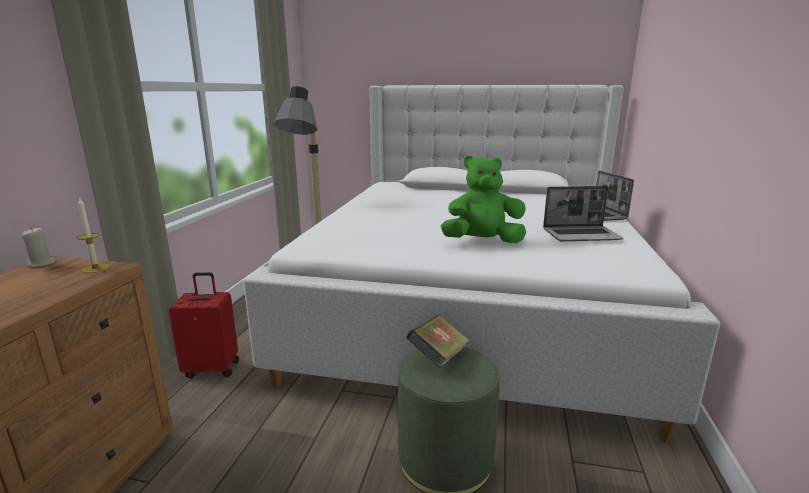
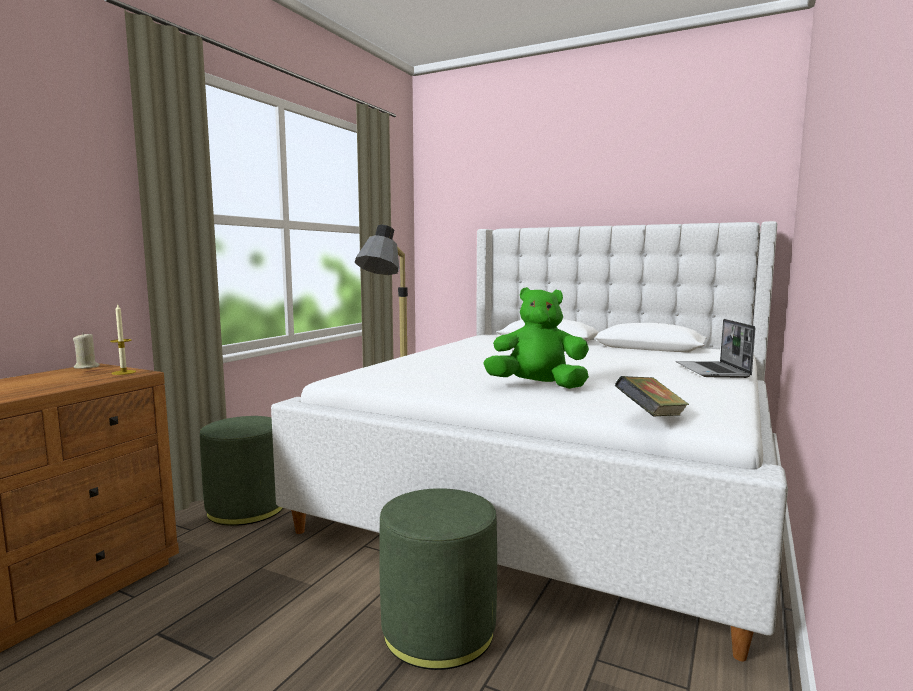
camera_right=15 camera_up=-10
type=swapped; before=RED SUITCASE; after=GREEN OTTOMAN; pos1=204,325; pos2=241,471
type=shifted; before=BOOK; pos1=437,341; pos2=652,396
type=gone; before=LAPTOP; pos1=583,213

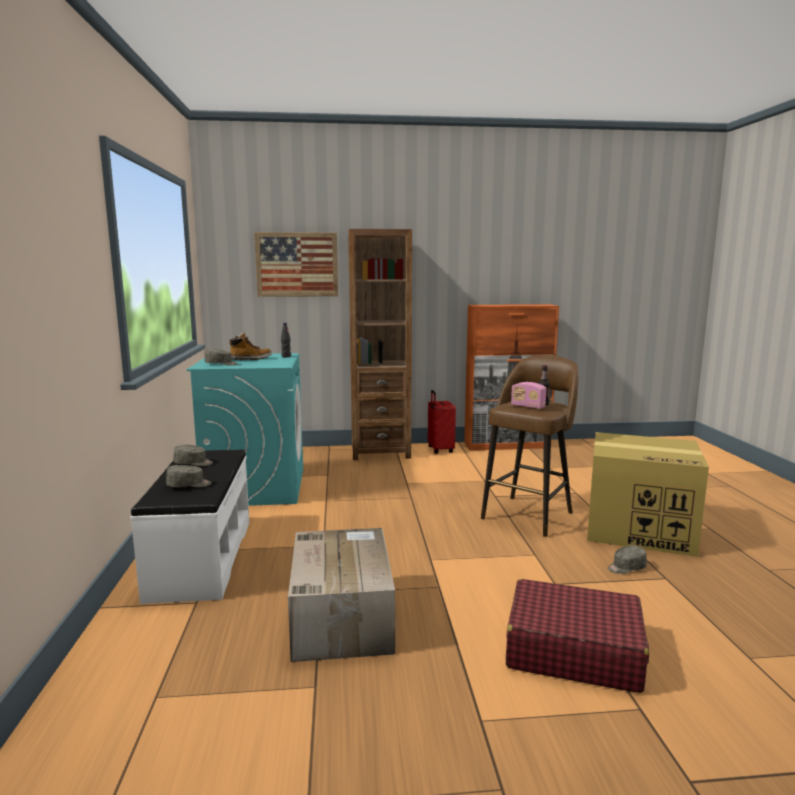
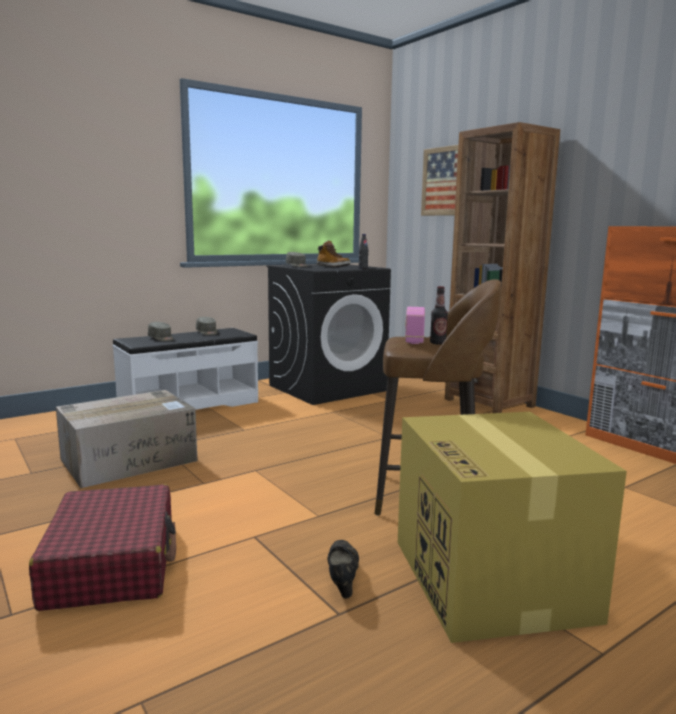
camera_right=60 camera_up=0
type=repainted; before=TURQUOISE WASHING MACHINE; after=BLACK WASHING MACHINE; pos1=245,429; pos2=329,334
type=swapped; before=GREY CAP; after=BLACK SHOE; pos1=627,560; pos2=343,569
type=gone; before=RED SUITCASE; pos1=442,422

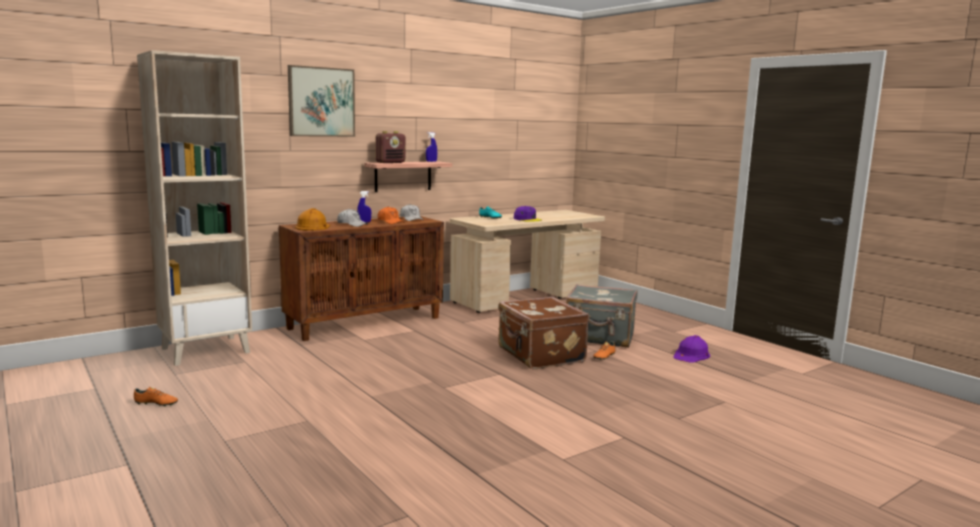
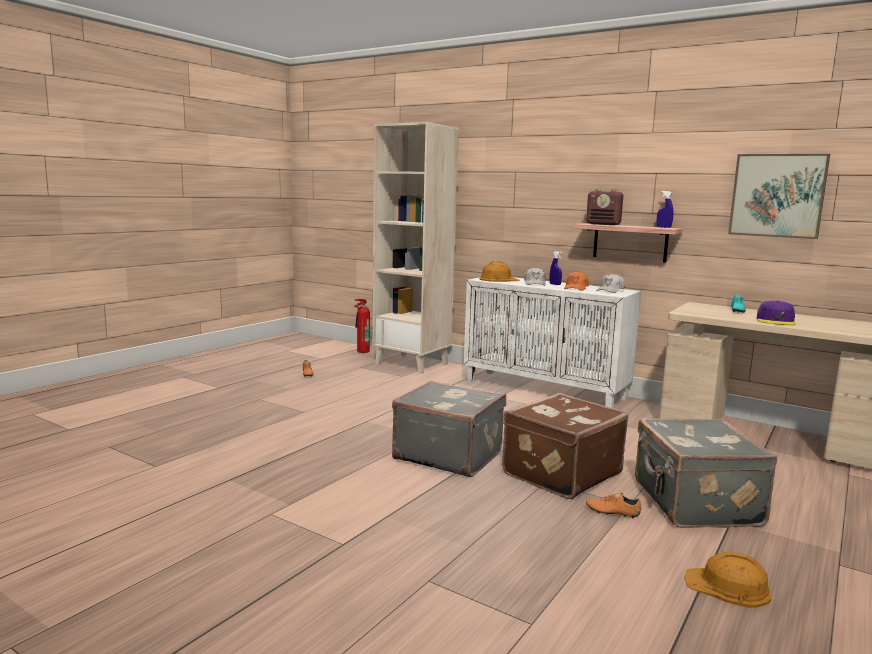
camera_right=70 camera_up=0
type=new; after=FIRE EXTINGUISHER; pos2=362,326
type=new; after=GREY SUITCASE; pos2=449,429
type=repainted; before=BROWN CABINET; after=WHITE CABINET; pos1=361,278; pos2=552,342
type=repainted; before=PURPLE HARD HAT; after=ORANGE HARD HAT; pos1=692,349; pos2=728,580
type=shifted; before=PICTURE; pos1=321,101; pos2=779,196

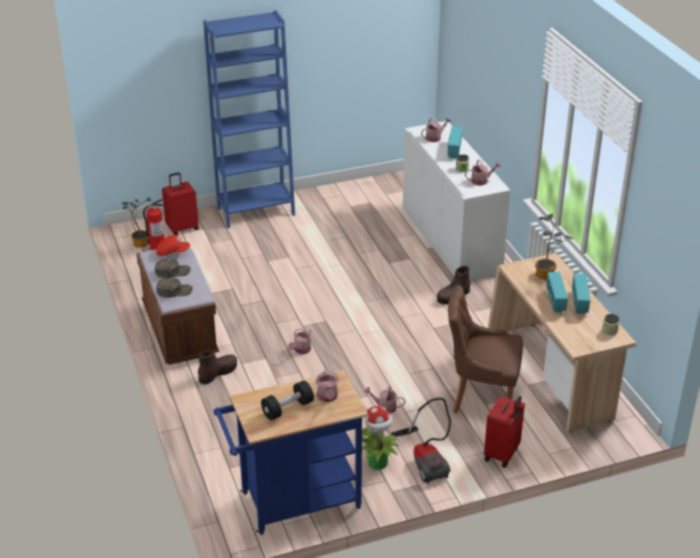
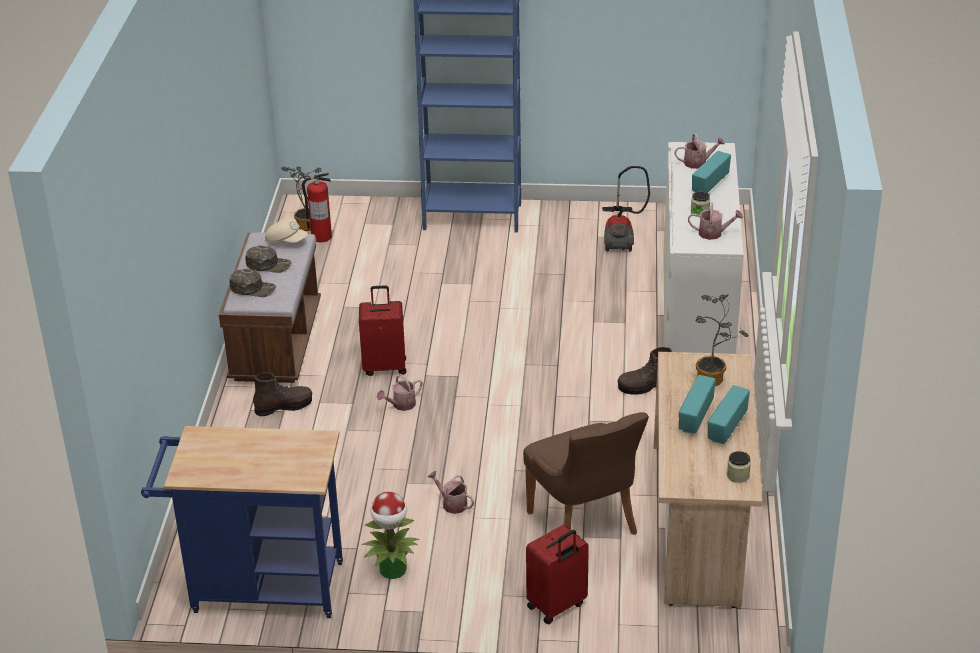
camera_right=25 camera_up=0
type=repainted; before=RED CAP; after=BEIGE CAP; pos1=173,245; pos2=286,230
type=shifted; before=RED SUITCASE; pos1=180,203; pos2=382,330
type=rotated; before=BROWN CHAIR; pos1=485,349; pos2=586,473; turn=-150
type=shifted; before=VACUUM CLEANER; pos1=421,441; pos2=626,209
type=gone; before=BLACK DUMBBELL; pos1=287,400
type=gone; before=WATERING CAN; pos1=327,385

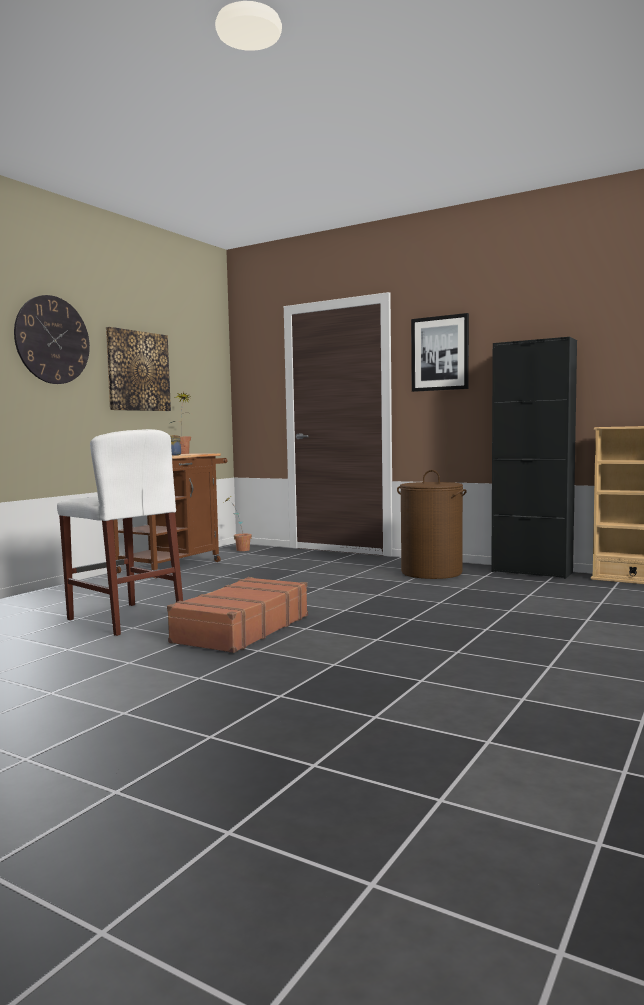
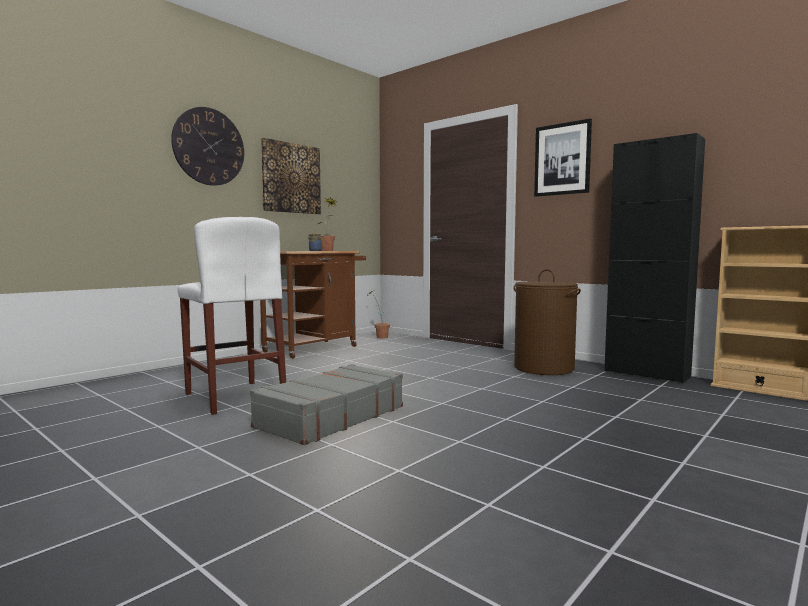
camera_right=10 camera_up=0
type=repainted; before=BROWN SUITCASE; after=GREY SUITCASE; pos1=237,615; pos2=326,404

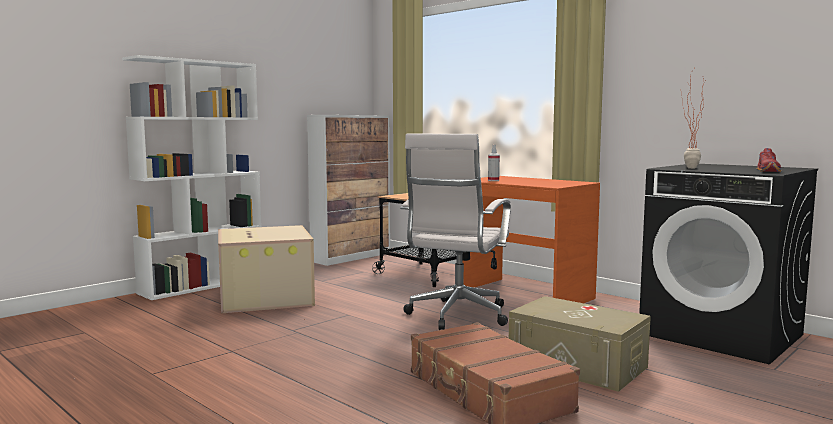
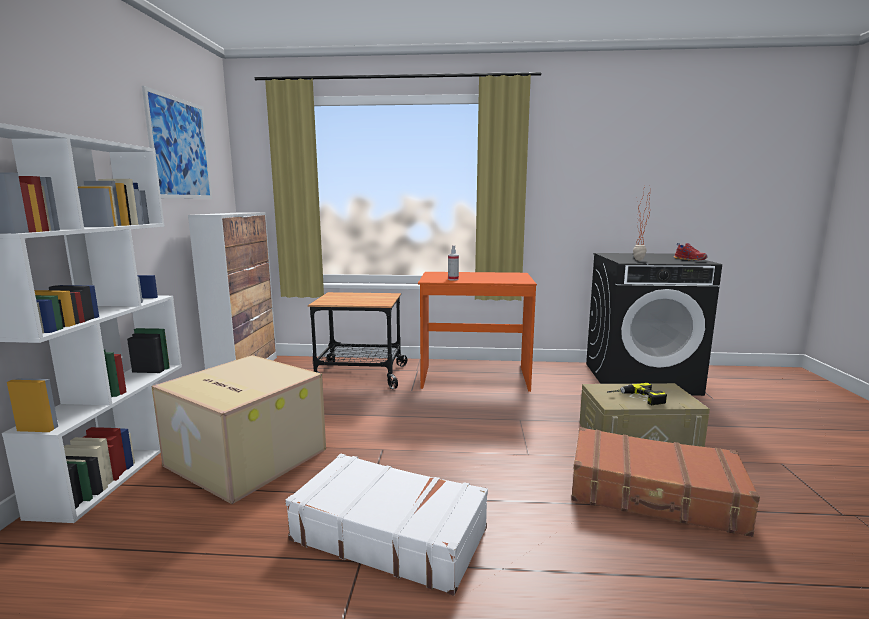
camera_right=-40 camera_up=5
type=new; after=PICTURE; pos2=177,142
type=new; after=WHITE SUITCASE; pos2=386,525
type=new; after=POWER DRILL; pos2=637,394
type=gone; before=WHITE OFFICE CHAIR; pos1=455,231

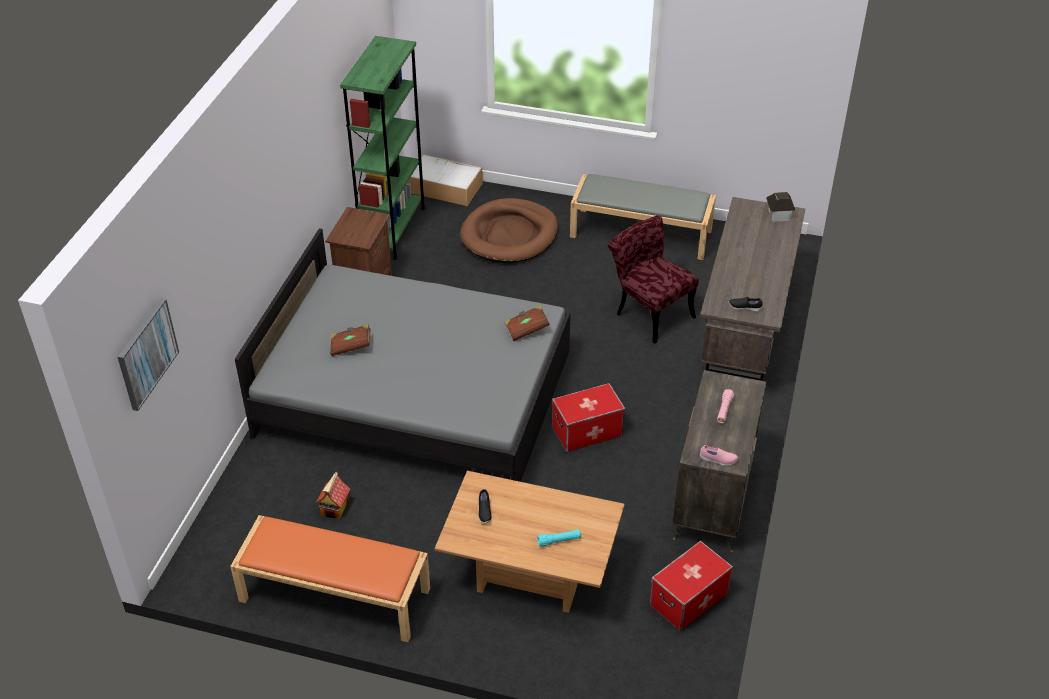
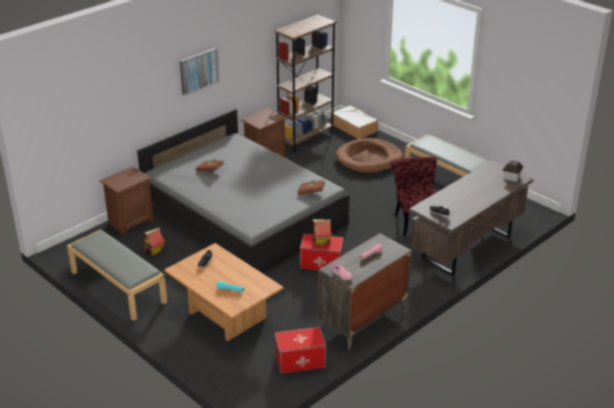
camera_right=30 camera_up=-10
type=repainted; before=ORANGE BENCH; after=GREY BENCH; pos1=330,578; pos2=117,275
type=new; after=BROWN NIGHTSTAND; pos2=126,201
type=shifted; before=PICTURE; pos1=148,354; pos2=199,71
type=repainted; before=GREEN BOOKCASE; after=BROWN BOOKCASE; pos1=383,148; pos2=305,84
type=new; after=TOY HOUSE; pos2=322,232

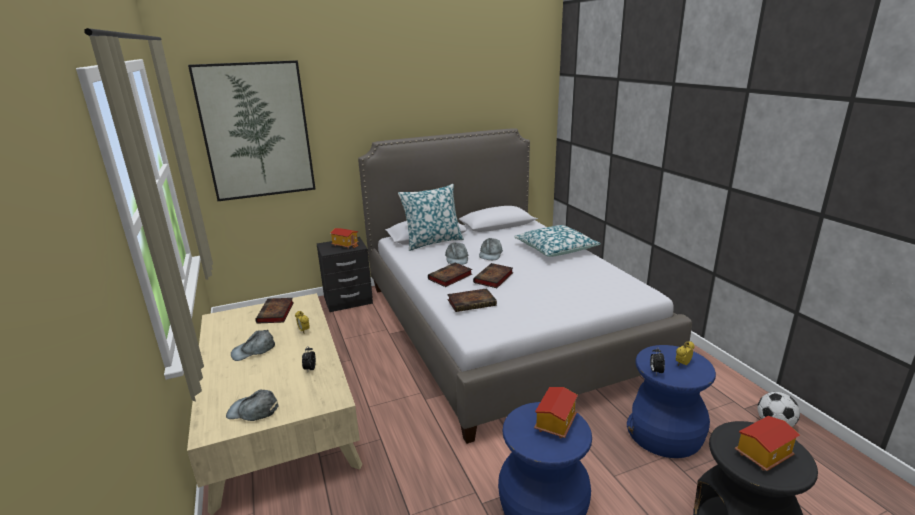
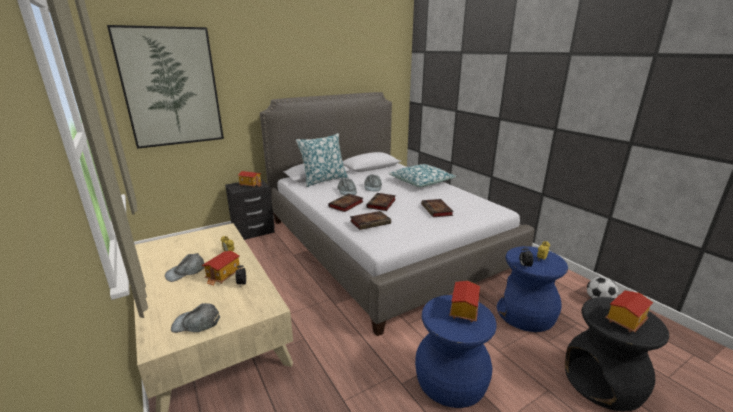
camera_right=-10 camera_up=0
type=new; after=TOY HOUSE; pos2=222,268
type=shifted; before=BOOK; pos1=274,311; pos2=437,208

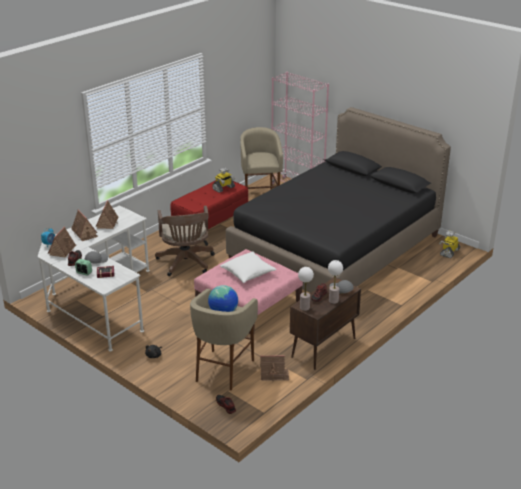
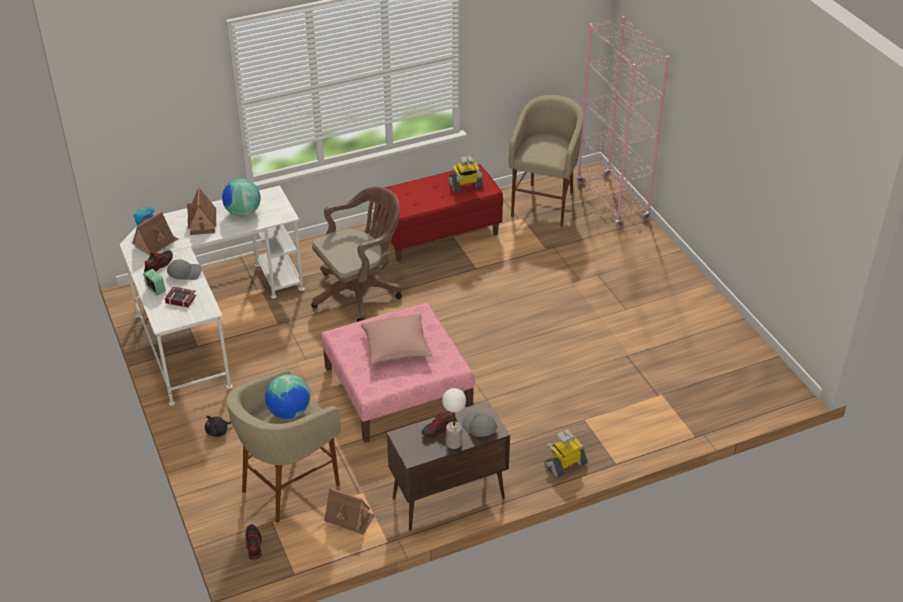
camera_right=25 camera_up=10
type=swapped; before=TOY HOUSE; after=GLOBE; pos1=107,214; pos2=241,198
type=rotated; before=BROWN OFFICE CHAIR; pos1=185,241; pos2=356,254; turn=-135
type=repainted; before=WHITE PILLOW; after=PINK PILLOW; pos1=248,267; pos2=396,339
type=shifted; before=TOY ROBOT; pos1=449,244; pos2=566,454
type=gone; before=BLACK BED; pos1=338,200
type=gone; before=TABLE LAMP; pos1=306,289

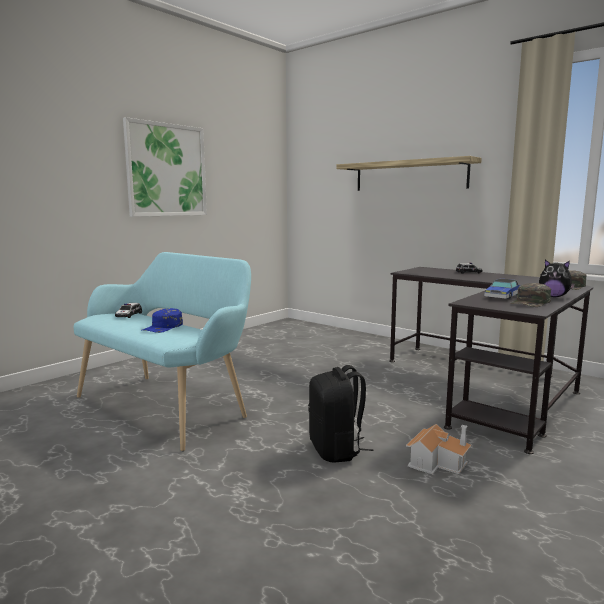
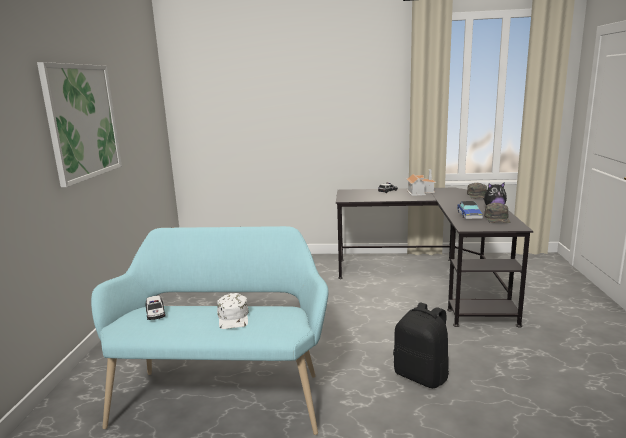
camera_right=-35 camera_up=5
type=repainted; before=BLUE CAP; after=WHITE CAP; pos1=162,320; pos2=232,311
type=shifted; before=TOY HOUSE; pos1=439,449; pos2=421,182
type=gone; before=SHELF; pos1=409,173

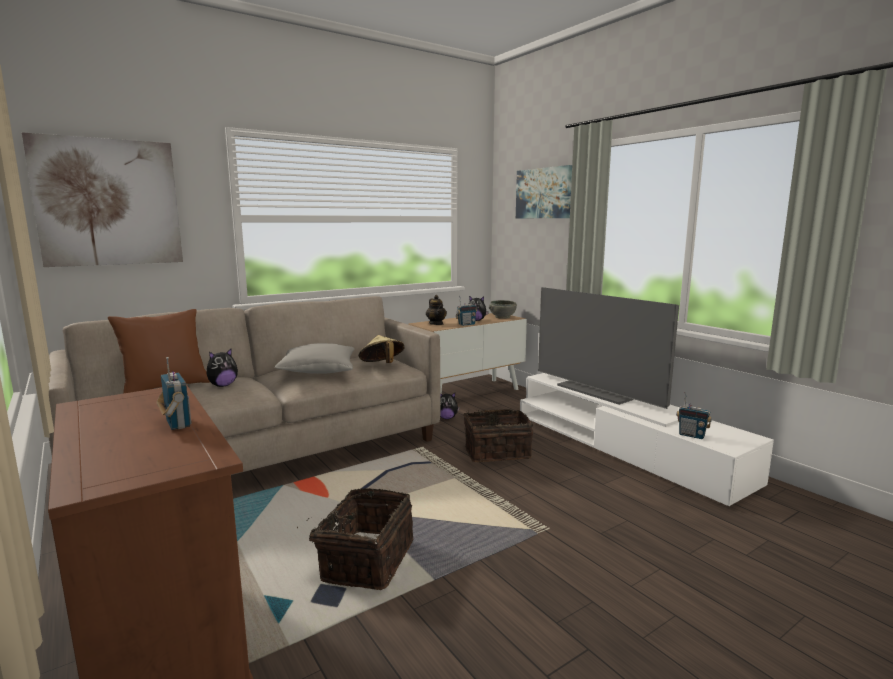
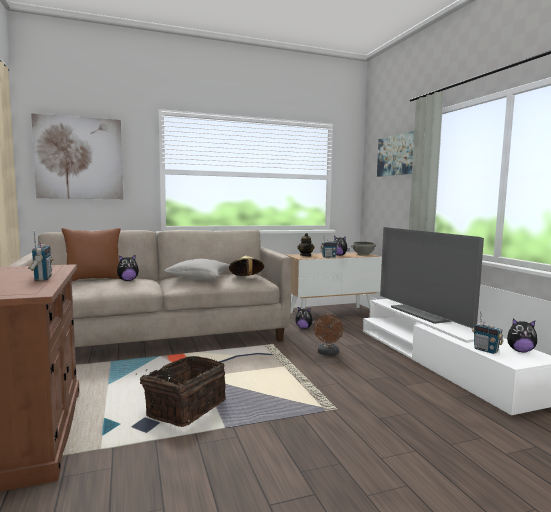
camera_right=15 camera_up=-5
type=swapped; before=BASKET; after=BROWN FAN; pos1=498,435; pos2=328,335
type=new; after=PLUSH TOY; pos2=522,335

